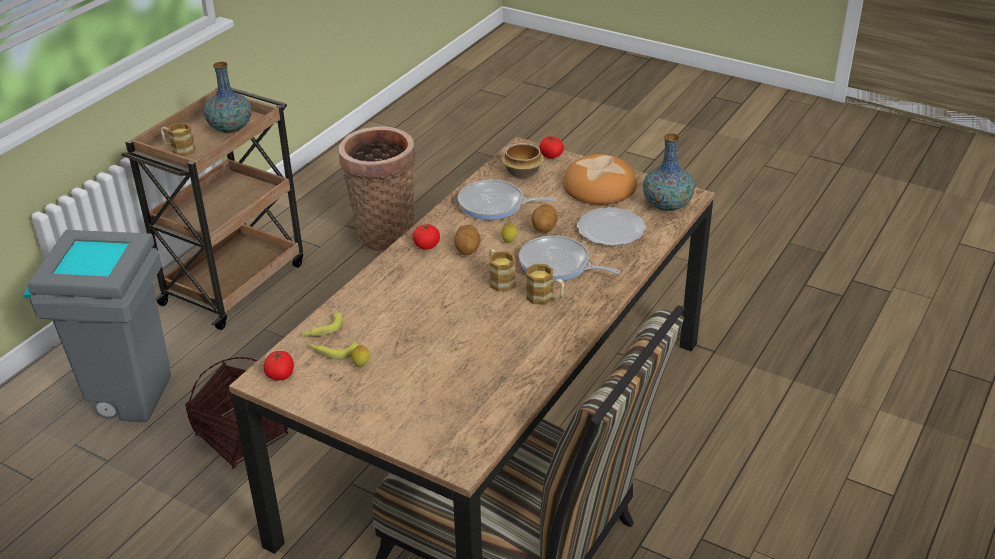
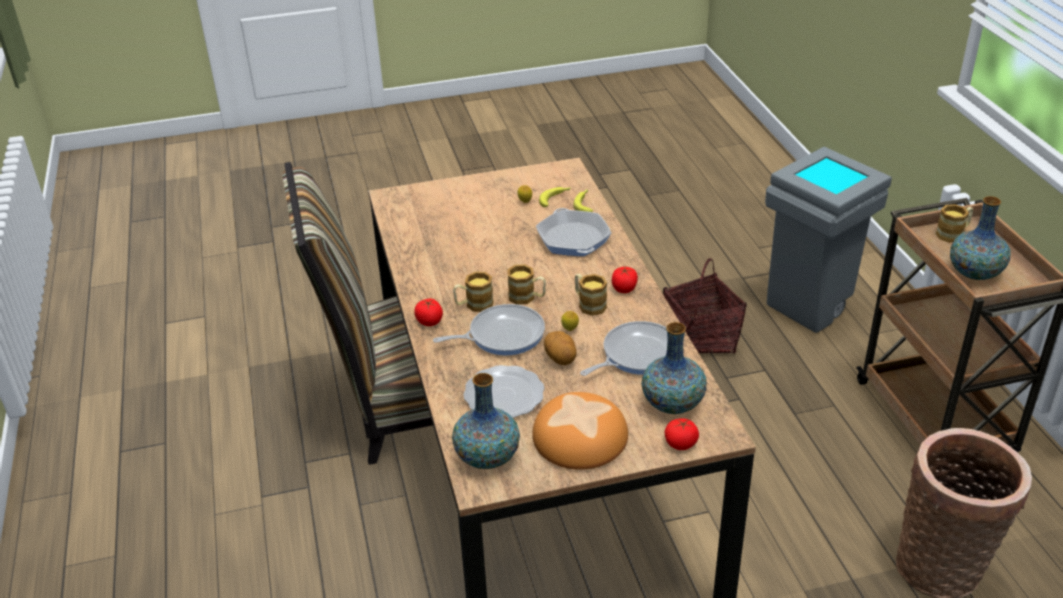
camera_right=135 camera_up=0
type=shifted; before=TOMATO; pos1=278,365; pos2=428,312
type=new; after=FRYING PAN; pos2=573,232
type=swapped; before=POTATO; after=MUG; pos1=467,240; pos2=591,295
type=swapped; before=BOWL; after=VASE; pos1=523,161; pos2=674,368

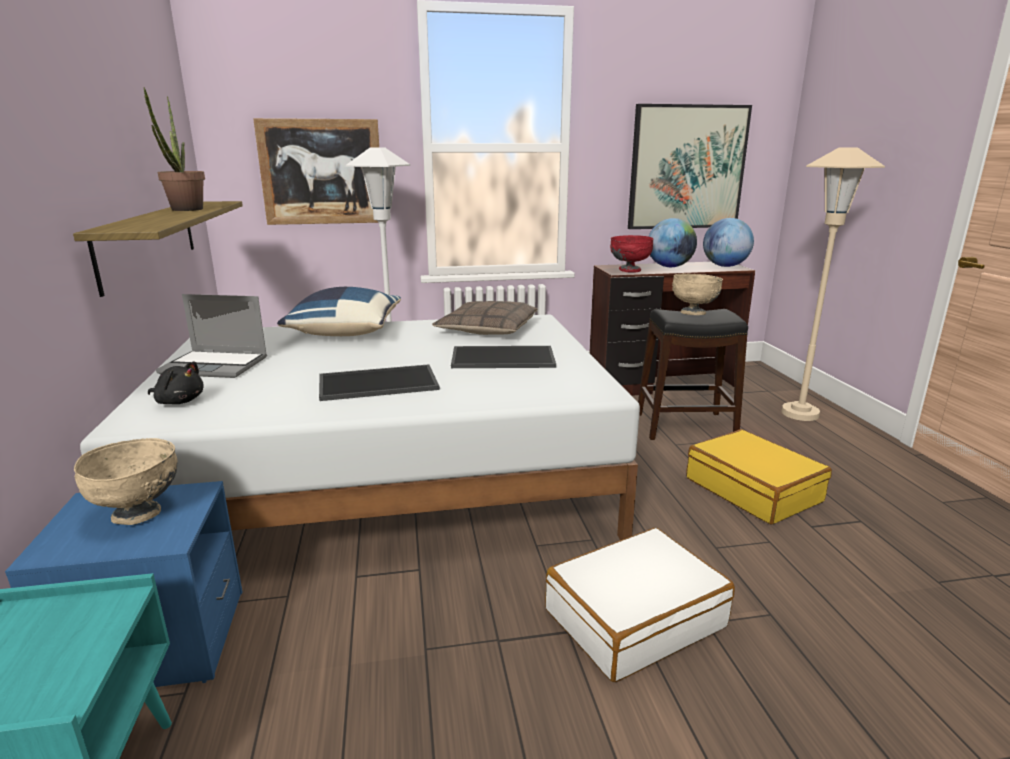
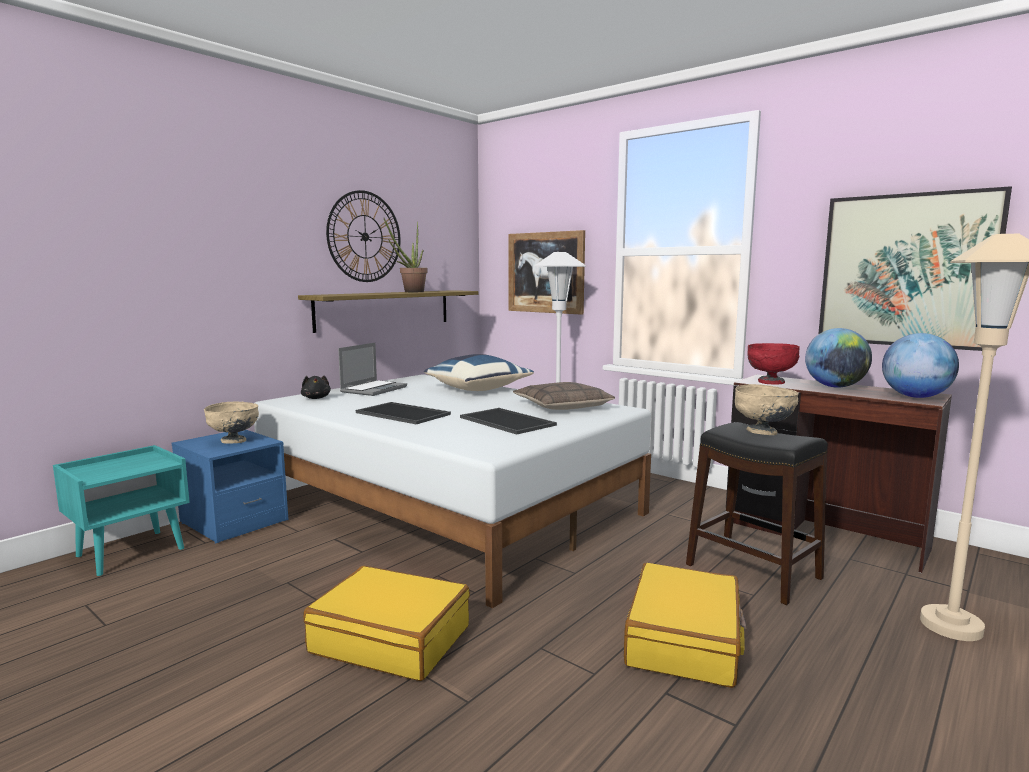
camera_right=50 camera_up=-10
type=repainted; before=WHITE SUITCASE; after=YELLOW SUITCASE; pos1=640,605; pos2=387,623
type=new; after=WALL CLOCK; pos2=363,236
type=rotated; before=LAPTOP; pos1=211,336; pos2=372,369; turn=-120

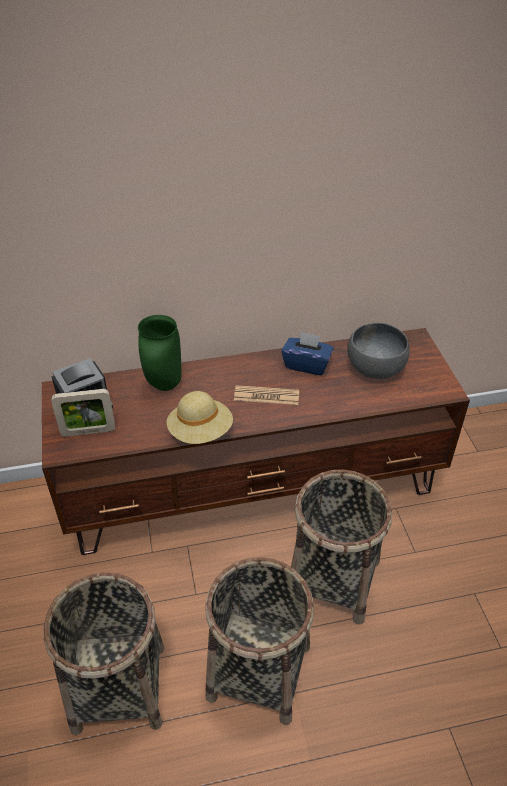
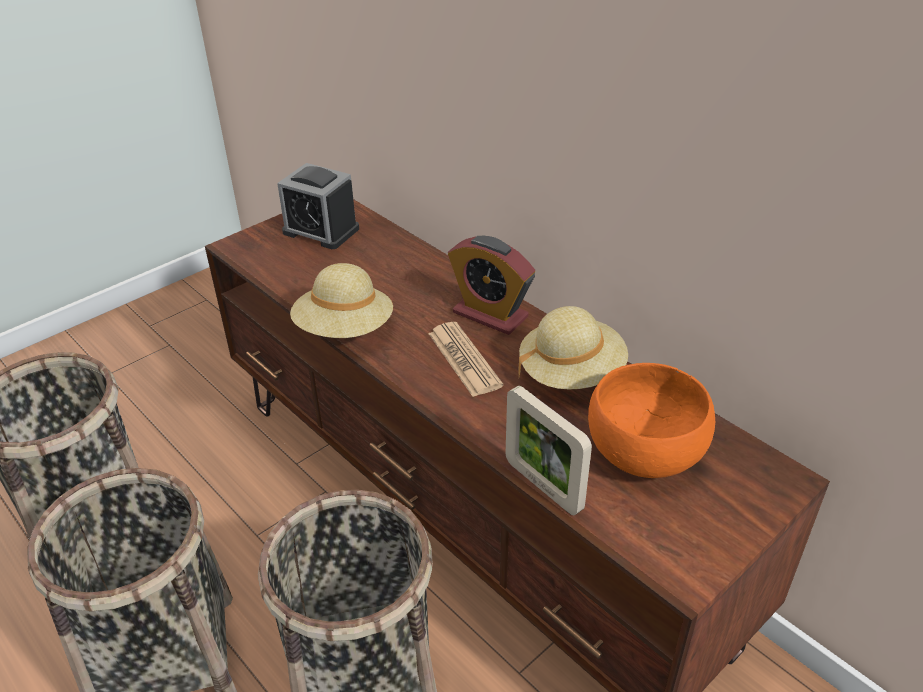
camera_right=60 camera_up=-5
type=new; after=ALARM CLOCK; pos2=491,285
type=shifted; before=PICTURE FRAME; pos1=83,413; pos2=549,450
type=swapped; before=BLUE TISSUE BOX; after=BEIGE HAT; pos1=307,353; pos2=573,348
type=repainted; before=GREY BOWL; after=ORANGE BOWL; pos1=378,351; pos2=651,420
type=gone; before=GREEN VASE; pos1=159,353

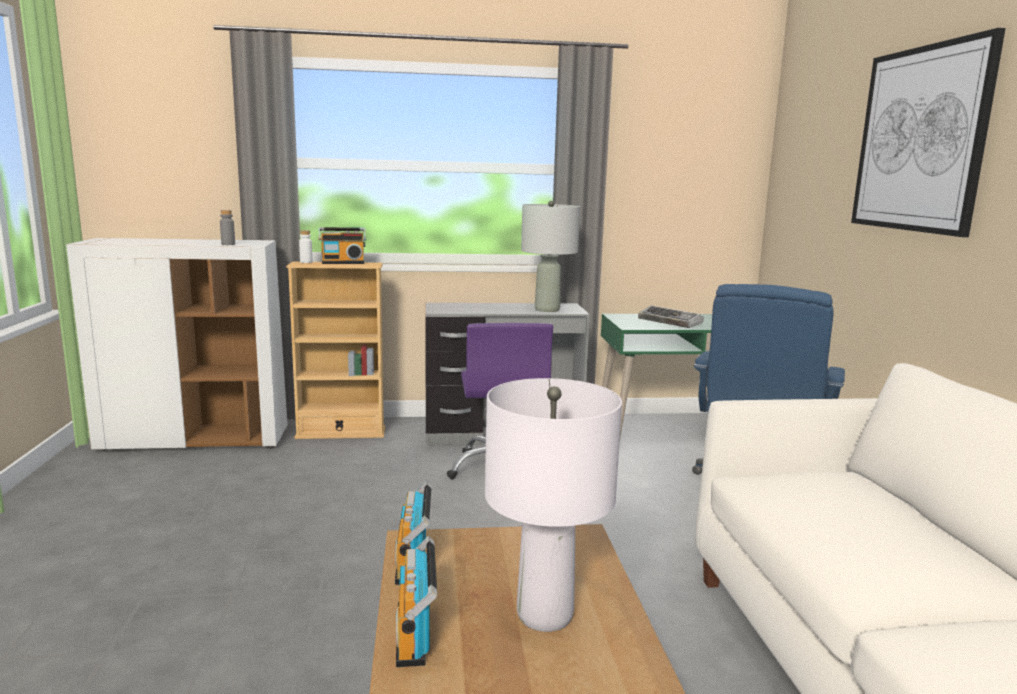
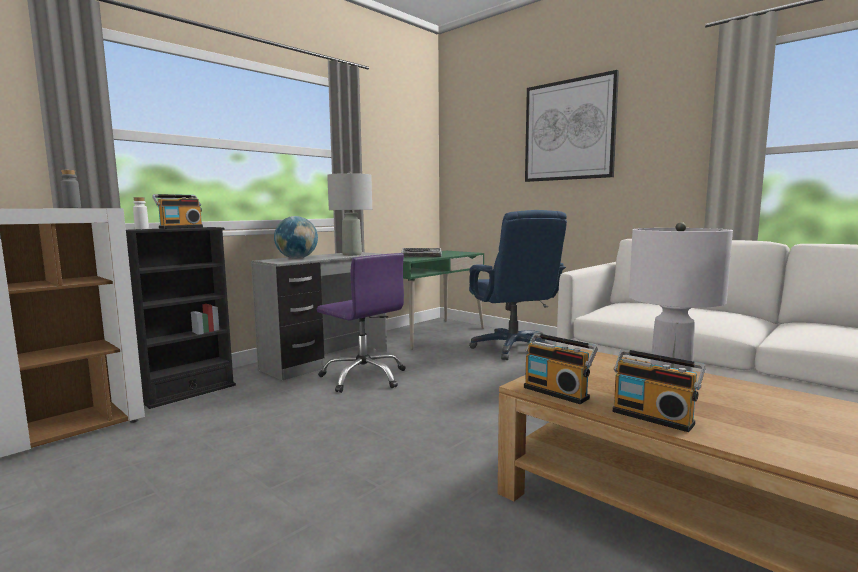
camera_right=-40 camera_up=-5
type=repainted; before=BEIGE BOOKCASE; after=BLACK BOOKCASE; pos1=335,350; pos2=181,318
type=new; after=GLOBE; pos2=296,237

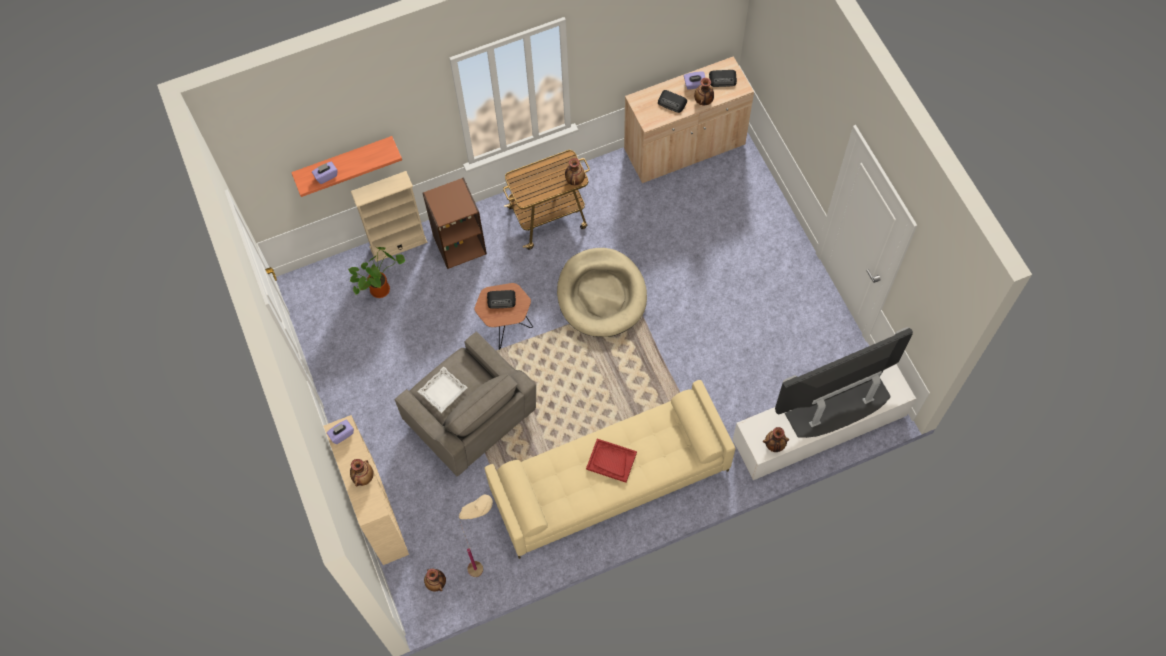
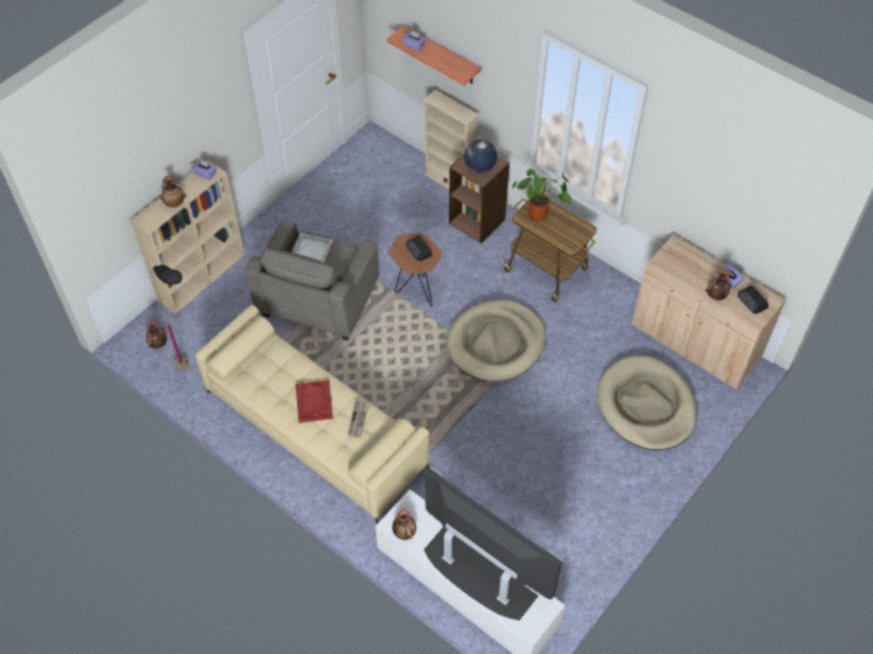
camera_right=60 camera_up=-10
type=repainted; before=BEIGE FLOOR LAMP; after=BLACK FLOOR LAMP; pos1=476,535; pos2=169,317
type=new; after=NEWSPAPER; pos2=359,418
type=new; after=GLOBE; pos2=480,156
type=shifted; before=POTTED PLANT; pos1=376,272; pos2=541,195
type=new; after=BEIGE DOG BED; pos2=647,402
type=gone; before=VASE; pos1=575,172
type=gone; before=RADIO; pos1=672,101

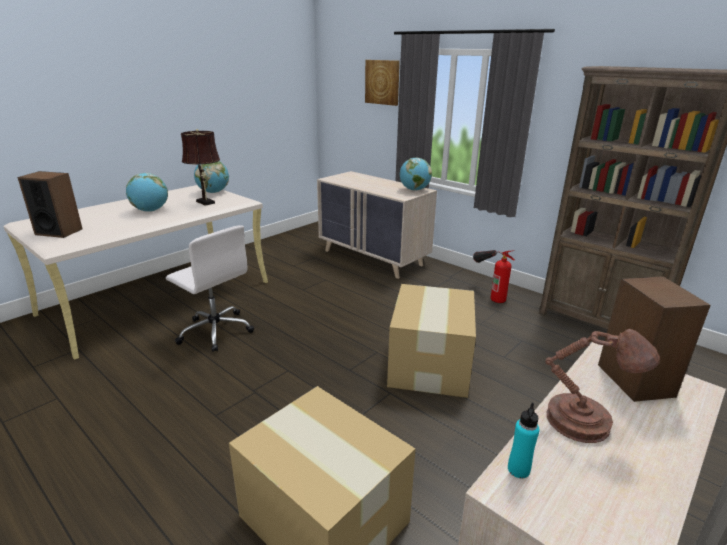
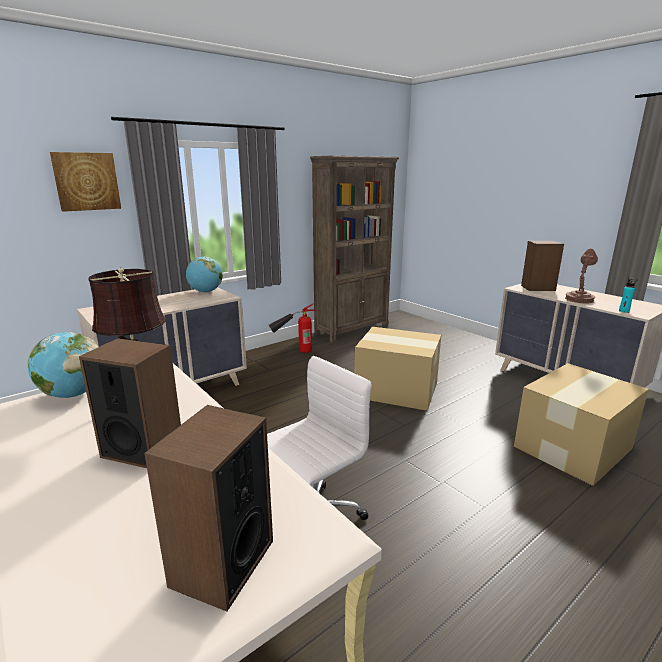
camera_right=-80 camera_up=-5
type=swapped; before=GLOBE; after=SPEAKER; pos1=147,192; pos2=130,403

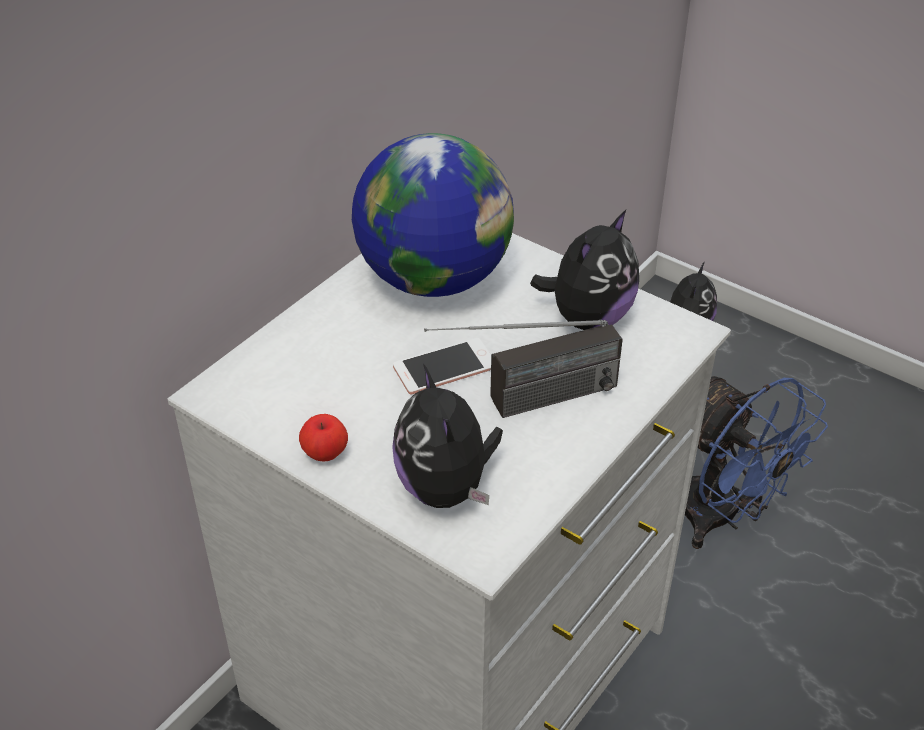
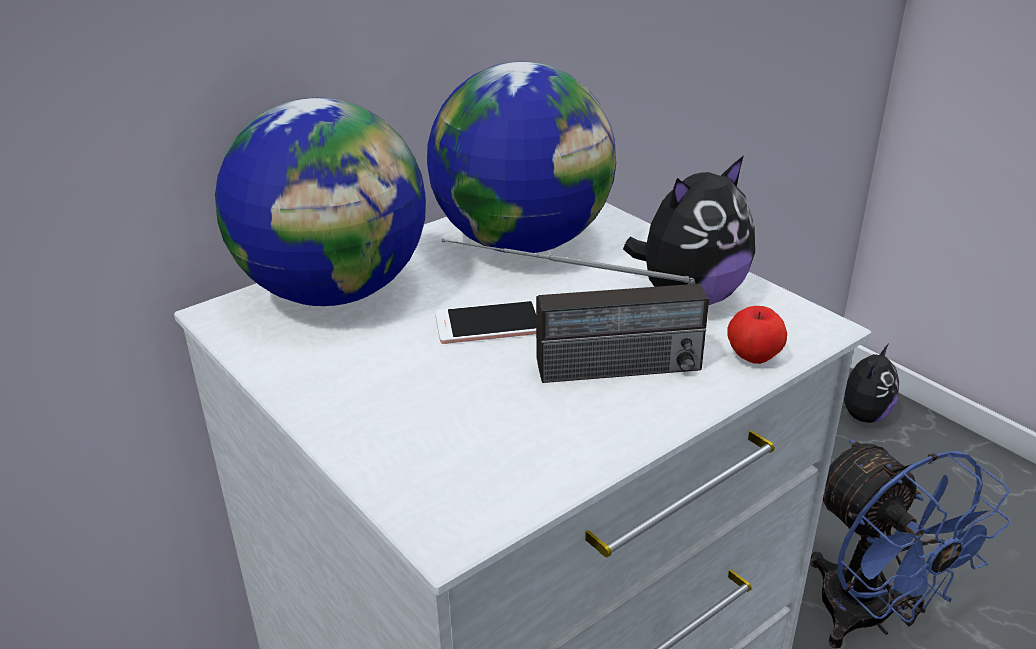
camera_right=15 camera_up=-10
type=new; after=GLOBE; pos2=320,202
type=shifted; before=APPLE; pos1=323,438; pos2=757,335
type=gone; before=PLUSH TOY; pos1=447,436

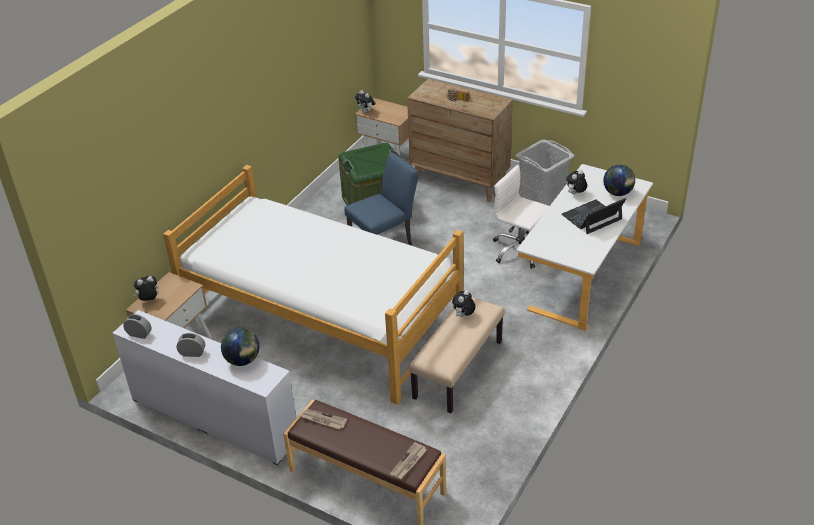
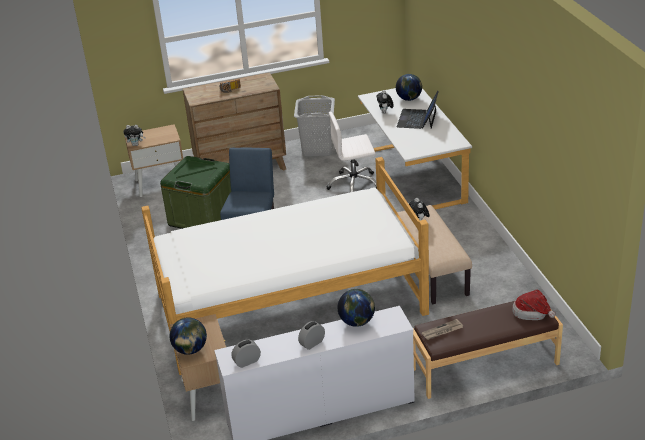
camera_right=-45 camera_up=-5
type=swapped; before=PLUSH TOY; after=GLOBE; pos1=146,288; pos2=188,336
type=swapped; before=NEWSPAPER; after=HAT; pos1=408,460; pos2=534,305

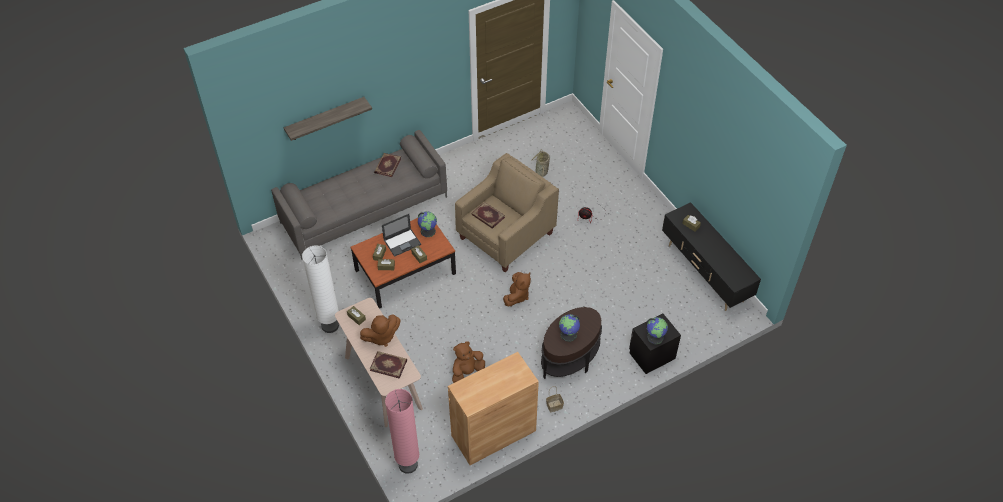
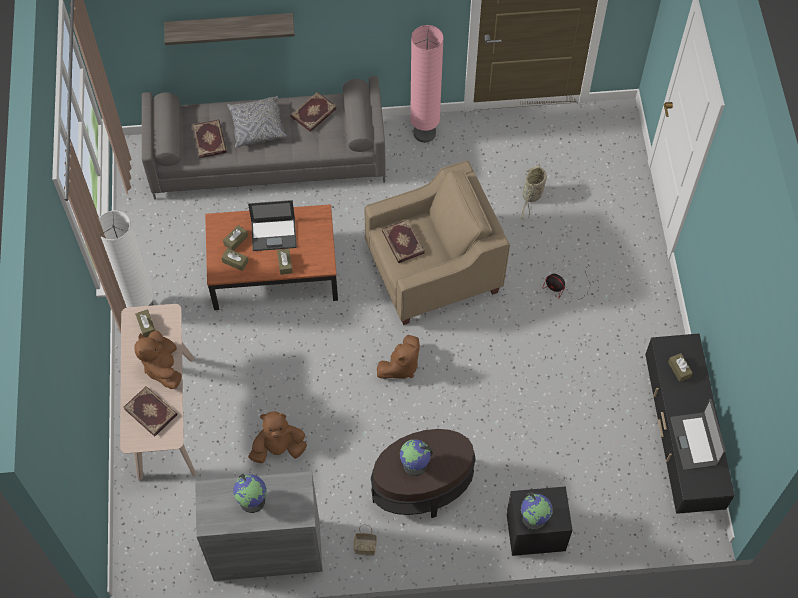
camera_right=25 camera_up=10
type=rotated; before=BROWN PLUSH TOY; pos1=380,331; pos2=158,360; turn=75
type=new; after=BOOK; pos2=209,139
type=repainted; before=BROWN CABINET; after=GREY CABINET; pos1=493,408; pos2=259,526
type=new; after=GREY PILLOW; pos2=257,122
type=shifted; before=GLOBE; pos1=427,224; pos2=250,493
type=shifted; before=PINK FLOOR LAMP; pos1=402,431; pos2=427,84
type=new; after=LAPTOP; pos2=698,434

